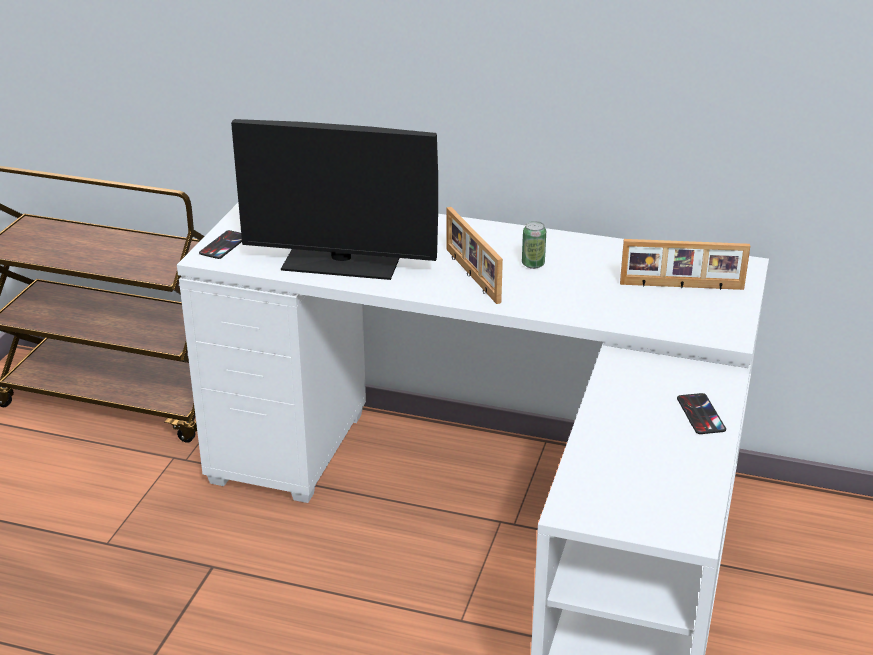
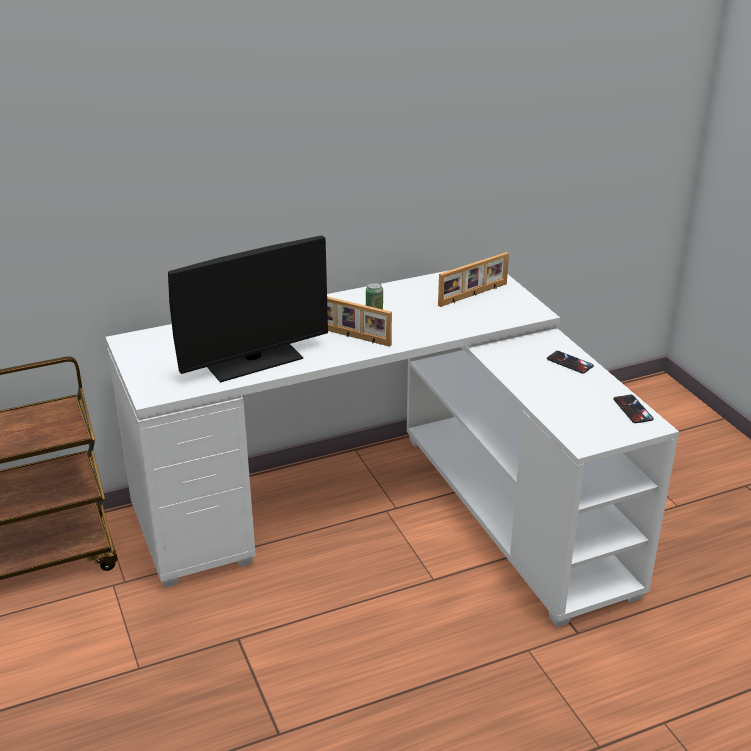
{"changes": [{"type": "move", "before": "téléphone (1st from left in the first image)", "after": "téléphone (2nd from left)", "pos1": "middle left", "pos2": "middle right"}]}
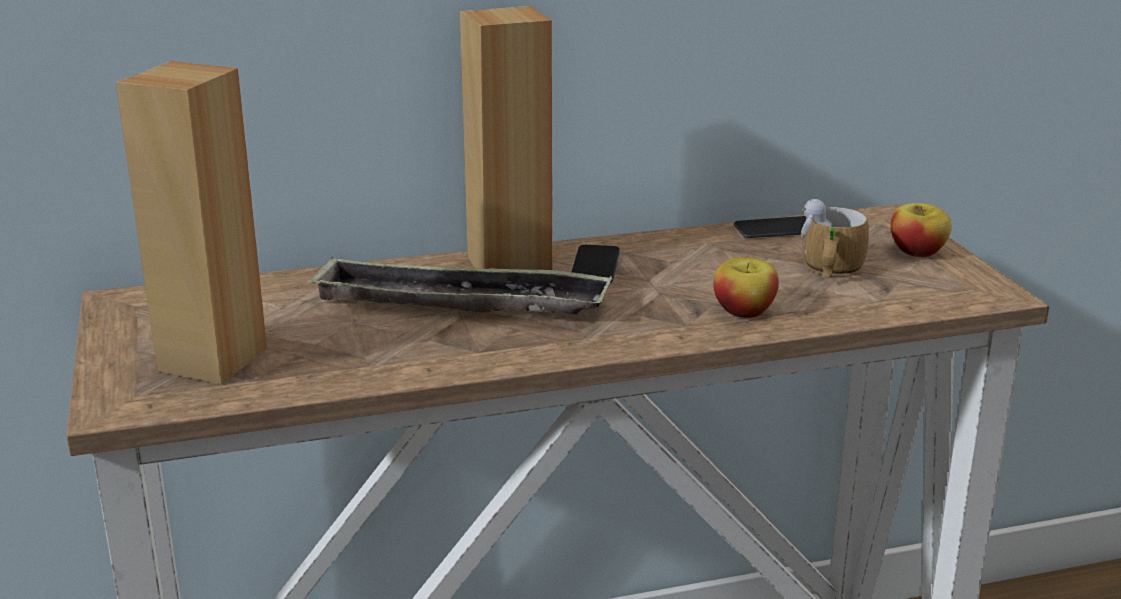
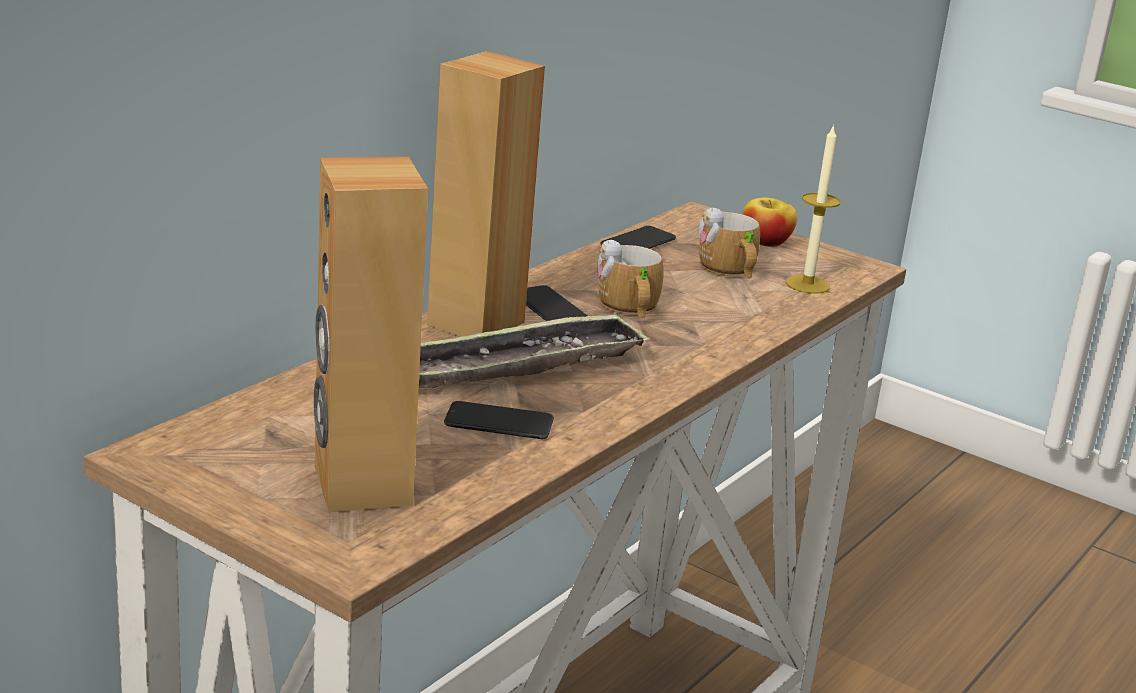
{"changes": [{"type": "delete", "before": "pomme (1st from left)", "pos1": "centre"}, {"type": "insert", "after": "téléphone (1st from left)", "pos2": "centre"}, {"type": "insert", "after": "mug (1st from left)", "pos2": "centre"}, {"type": "insert", "after": "bougie", "pos2": "top right"}]}
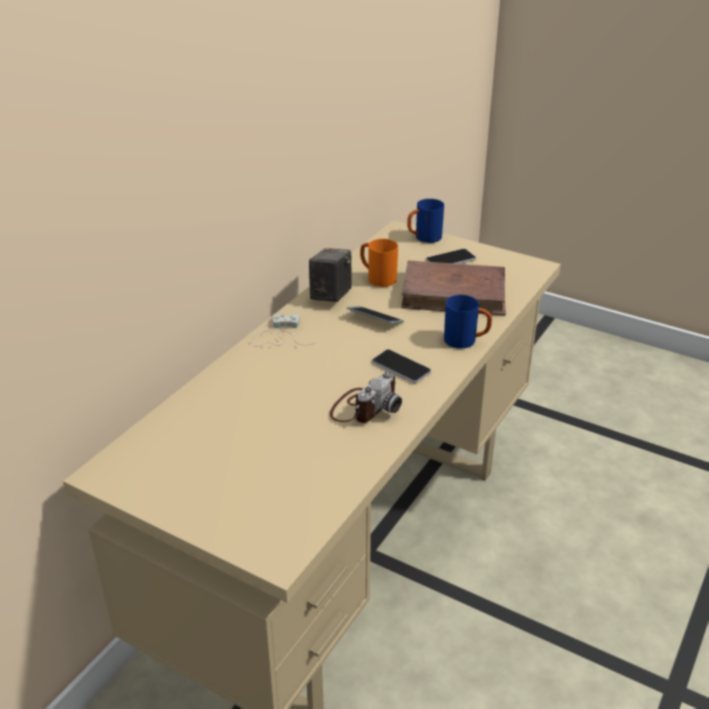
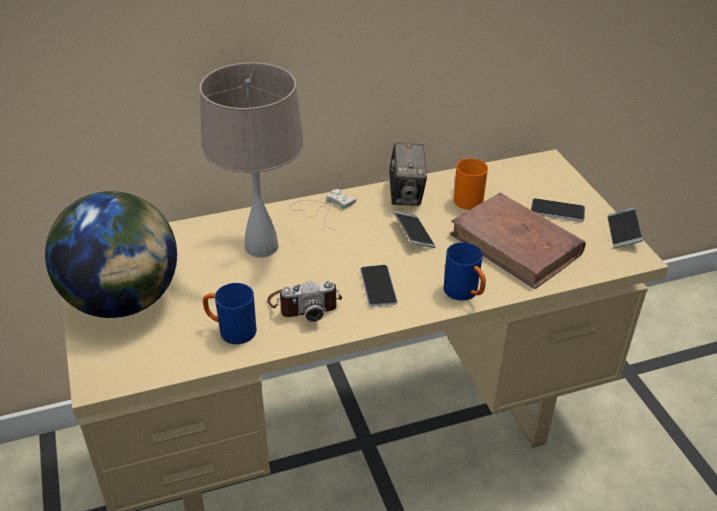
{"changes": [{"type": "rotate", "before": "appareil photo (1st from left in the first image)", "pos1": "centre", "pos2": "centre", "turn": 120}, {"type": "move", "before": "mug (bleu) (1st from left)", "pos1": "top centre", "pos2": "middle left"}, {"type": "insert", "after": "globe", "pos2": "middle left"}, {"type": "insert", "after": "lampe de table (beige)", "pos2": "top centre"}, {"type": "insert", "after": "téléphone (4th from left)", "pos2": "middle right"}]}
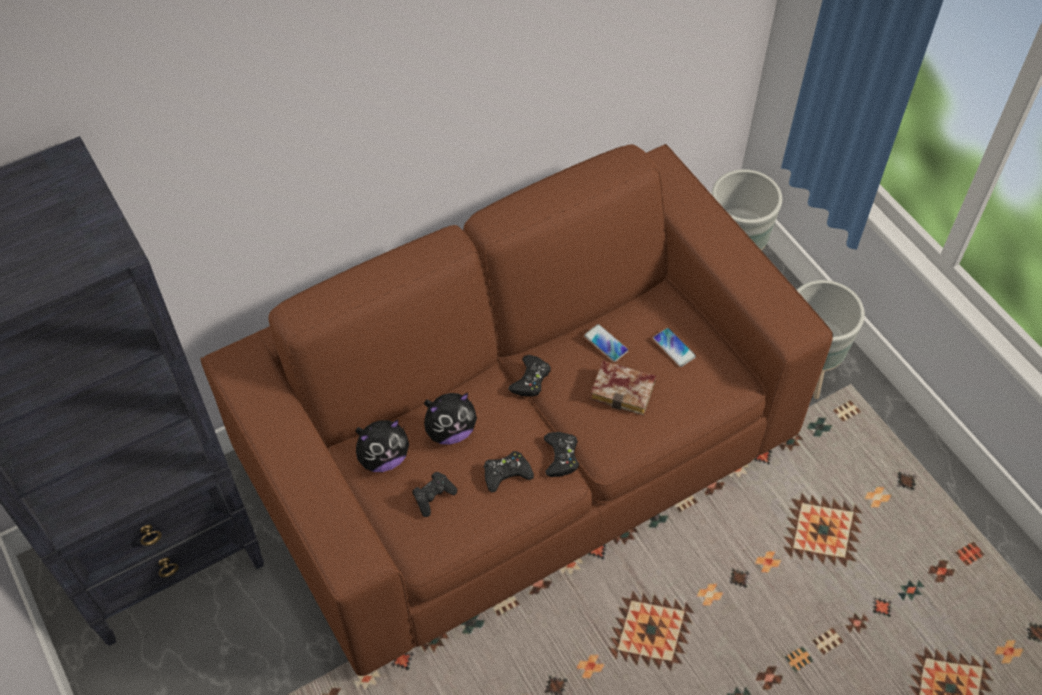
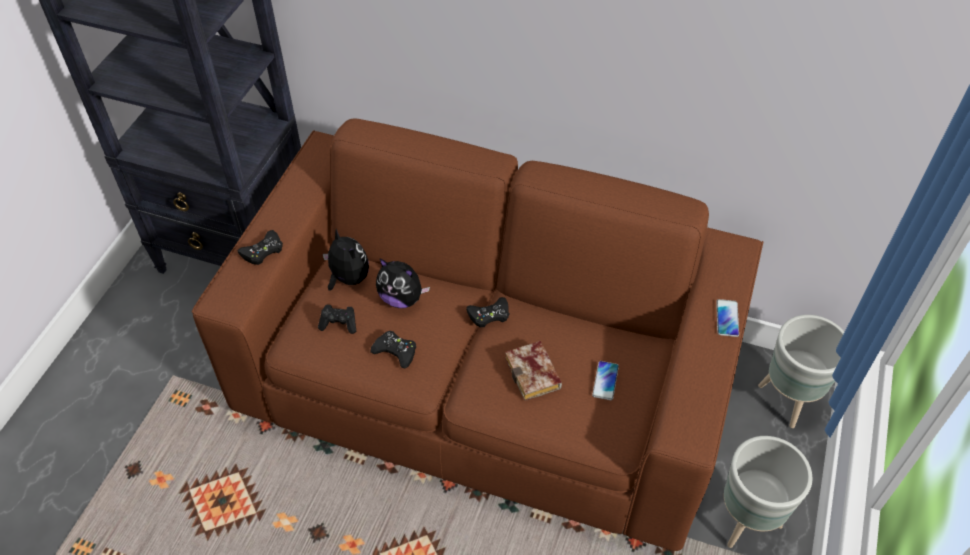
{"changes": [{"type": "rotate", "before": "peluche (1st from left)", "pos1": "centre", "pos2": "centre", "turn": -150}, {"type": "move", "before": "manette (noir) (4th from left in the first image)", "after": "manette (noir) (1st from left)", "pos1": "centre", "pos2": "middle left"}, {"type": "move", "before": "téléphone (1st from left in the first image)", "after": "téléphone (2nd from left)", "pos1": "centre", "pos2": "middle right"}]}
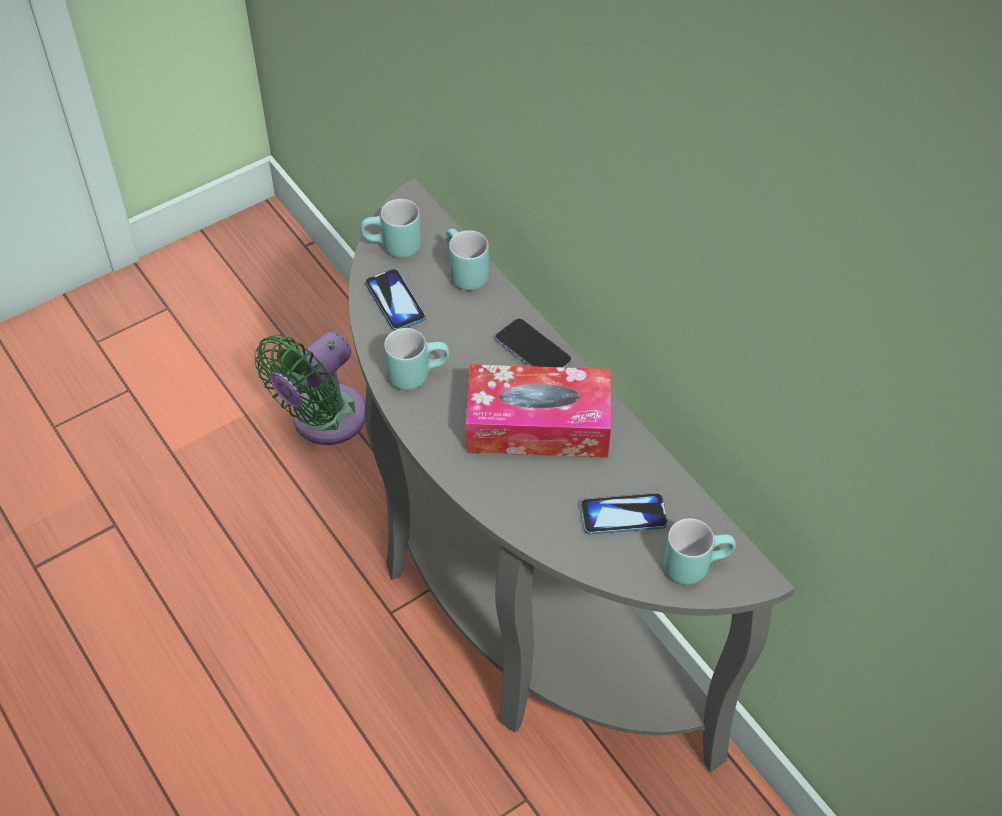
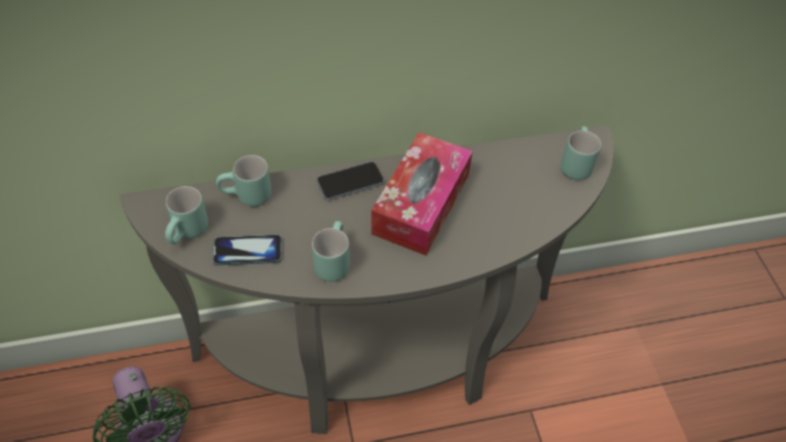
{"changes": [{"type": "delete", "before": "téléphone (3rd from left)", "pos1": "centre"}]}
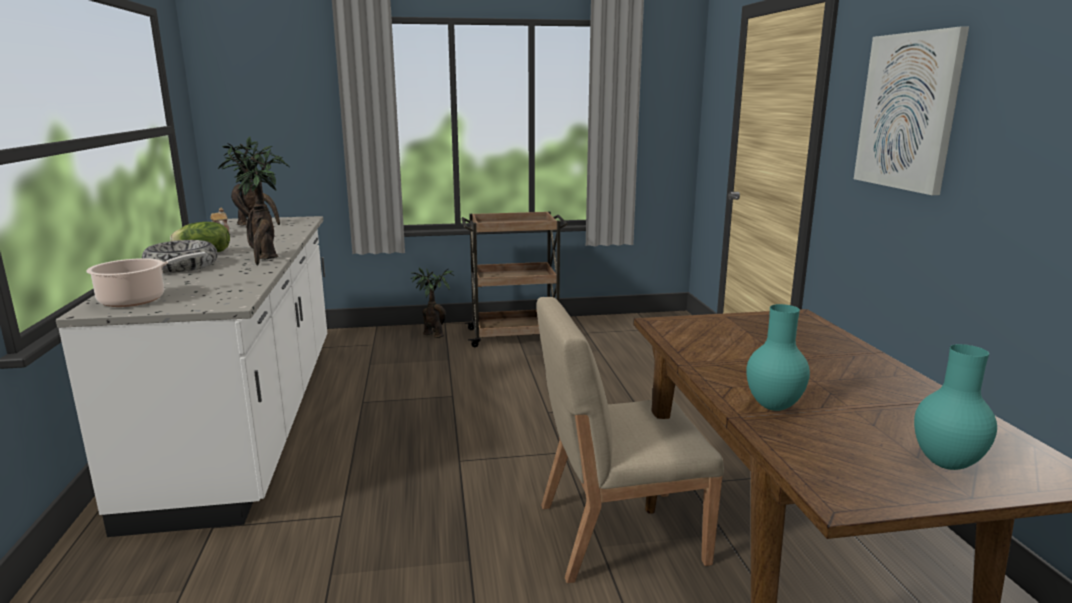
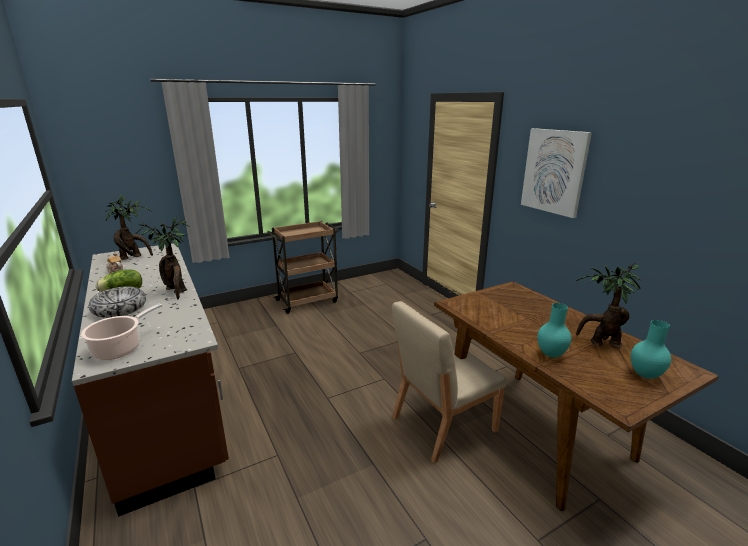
{"changes": [{"type": "recolor", "before": "comptoir de cuisine (blanc)", "after": "comptoir de cuisine (marron)", "pos1": "middle left", "pos2": "bottom left"}, {"type": "move", "before": "plante en pot (3rd from left)", "pos1": "centre", "pos2": "middle right"}]}
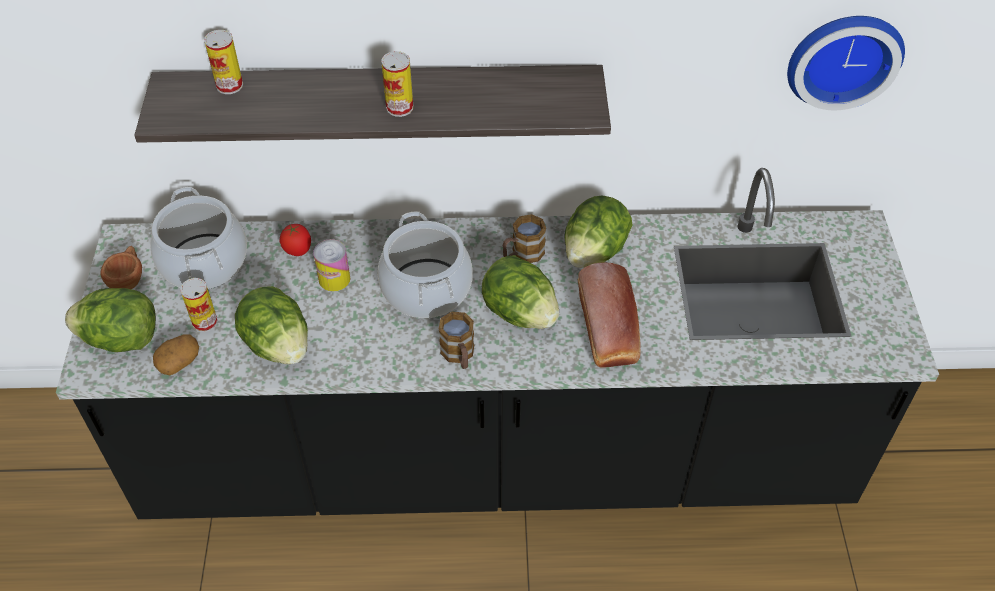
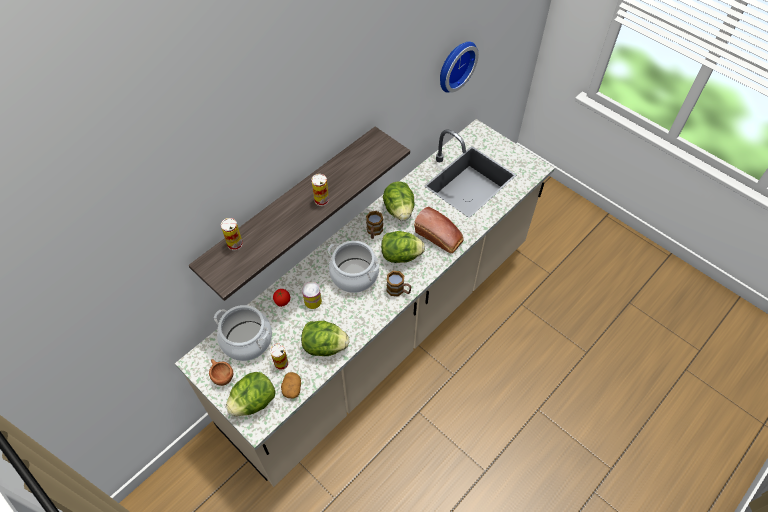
{"changes": [{"type": "recolor", "before": "comptoir de cuisine (noir)", "after": "comptoir de cuisine (beige)", "pos1": "centre", "pos2": "centre"}]}
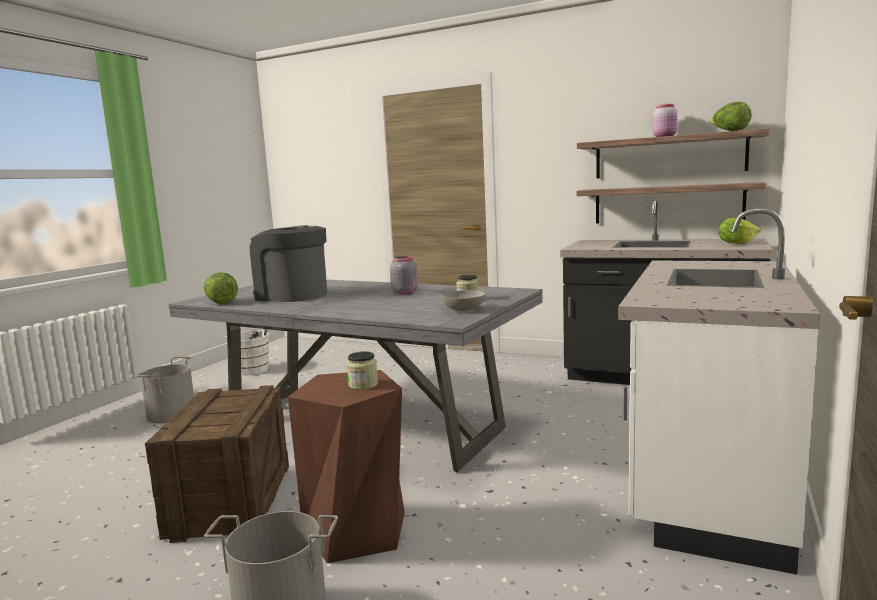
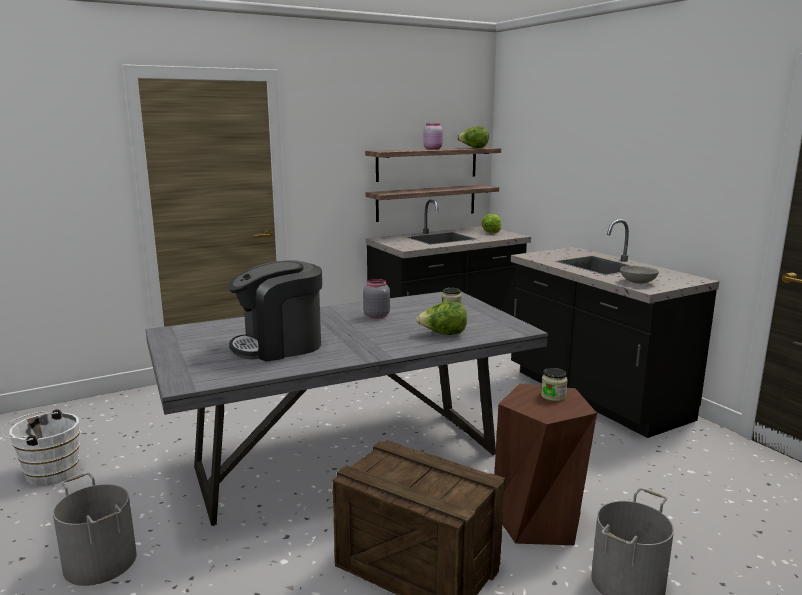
{"changes": [{"type": "move", "before": "laitue (1st from left)", "pos1": "middle left", "pos2": "centre"}, {"type": "move", "before": "bol (gris)", "pos1": "centre", "pos2": "middle right"}, {"type": "recolor", "before": "comptoir de cuisine (blanc)", "after": "comptoir de cuisine (noir) (2nd from left)", "pos1": "middle right", "pos2": "middle right"}]}
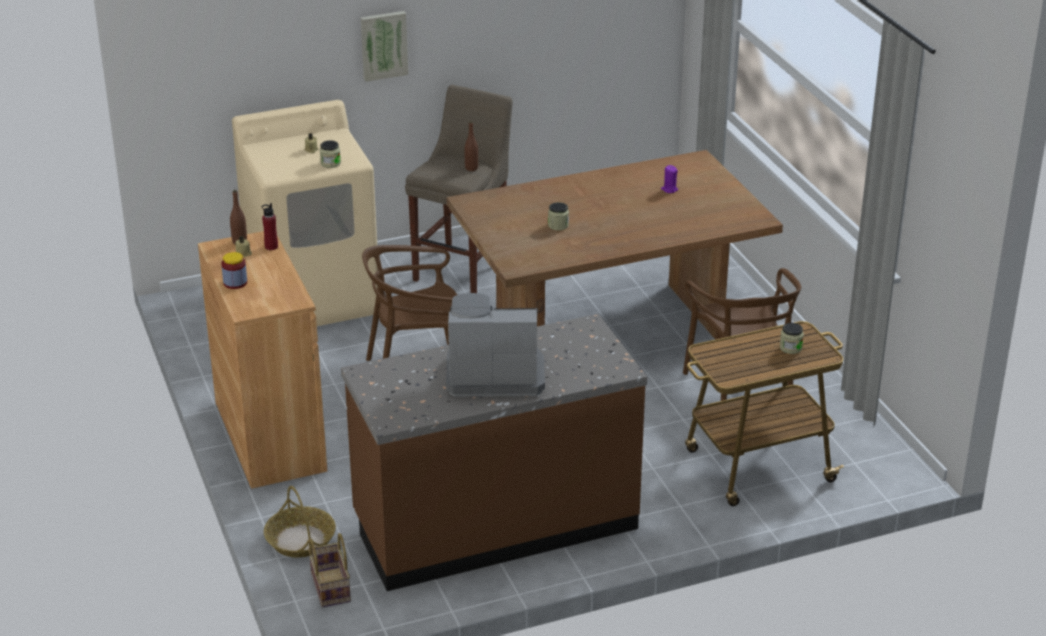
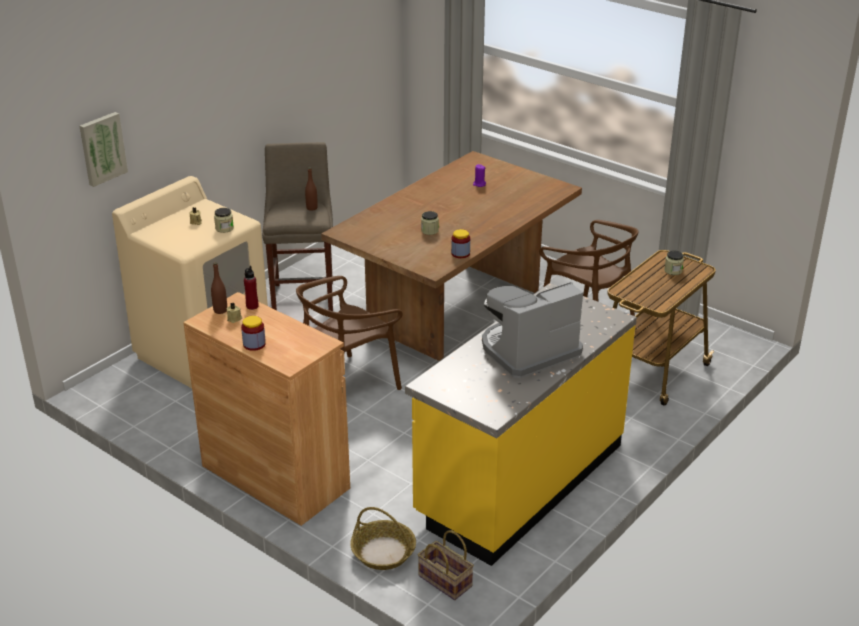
{"changes": [{"type": "recolor", "before": "comptoir de cuisine (marron)", "after": "comptoir de cuisine (jaune)", "pos1": "bottom centre", "pos2": "bottom centre"}, {"type": "move", "before": "tableau", "pos1": "top centre", "pos2": "top left"}, {"type": "insert", "after": "bocal (4th from left)", "pos2": "centre"}]}
